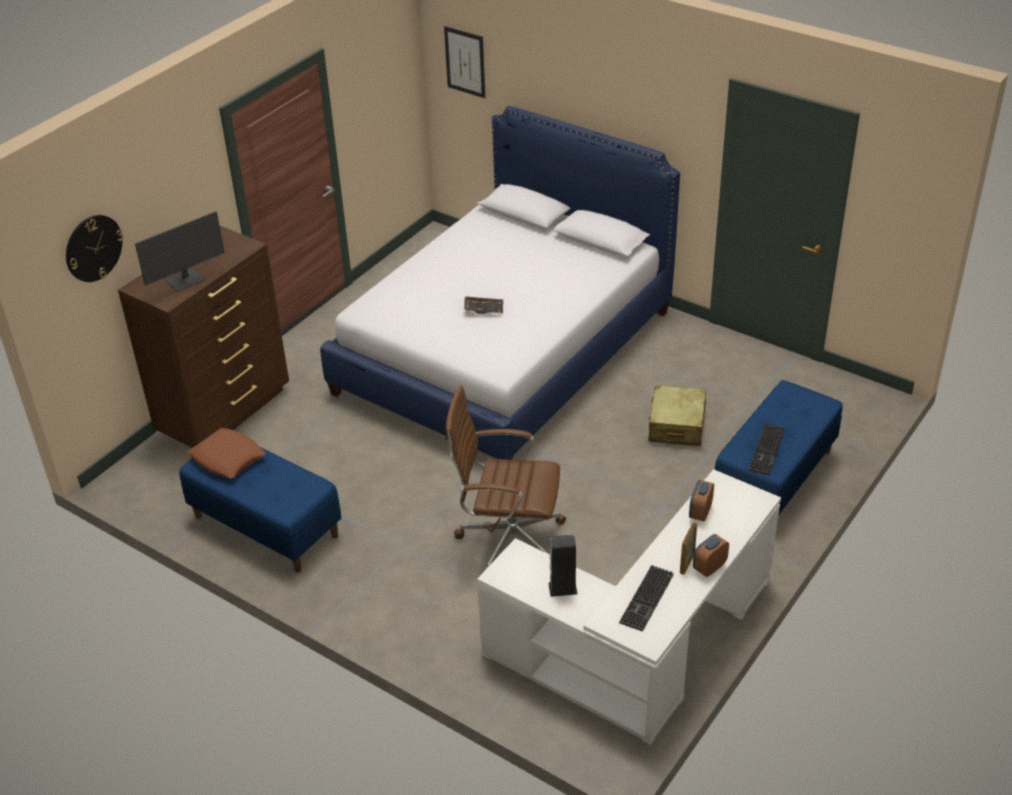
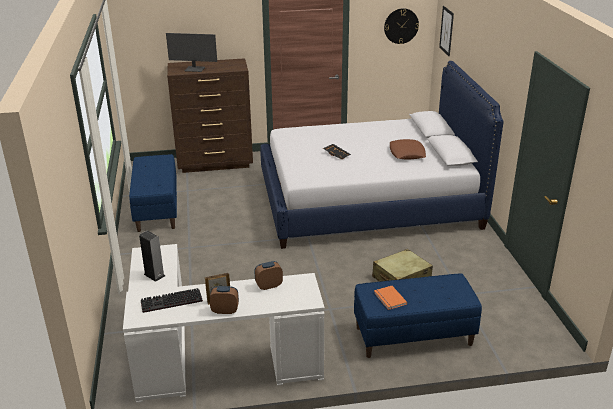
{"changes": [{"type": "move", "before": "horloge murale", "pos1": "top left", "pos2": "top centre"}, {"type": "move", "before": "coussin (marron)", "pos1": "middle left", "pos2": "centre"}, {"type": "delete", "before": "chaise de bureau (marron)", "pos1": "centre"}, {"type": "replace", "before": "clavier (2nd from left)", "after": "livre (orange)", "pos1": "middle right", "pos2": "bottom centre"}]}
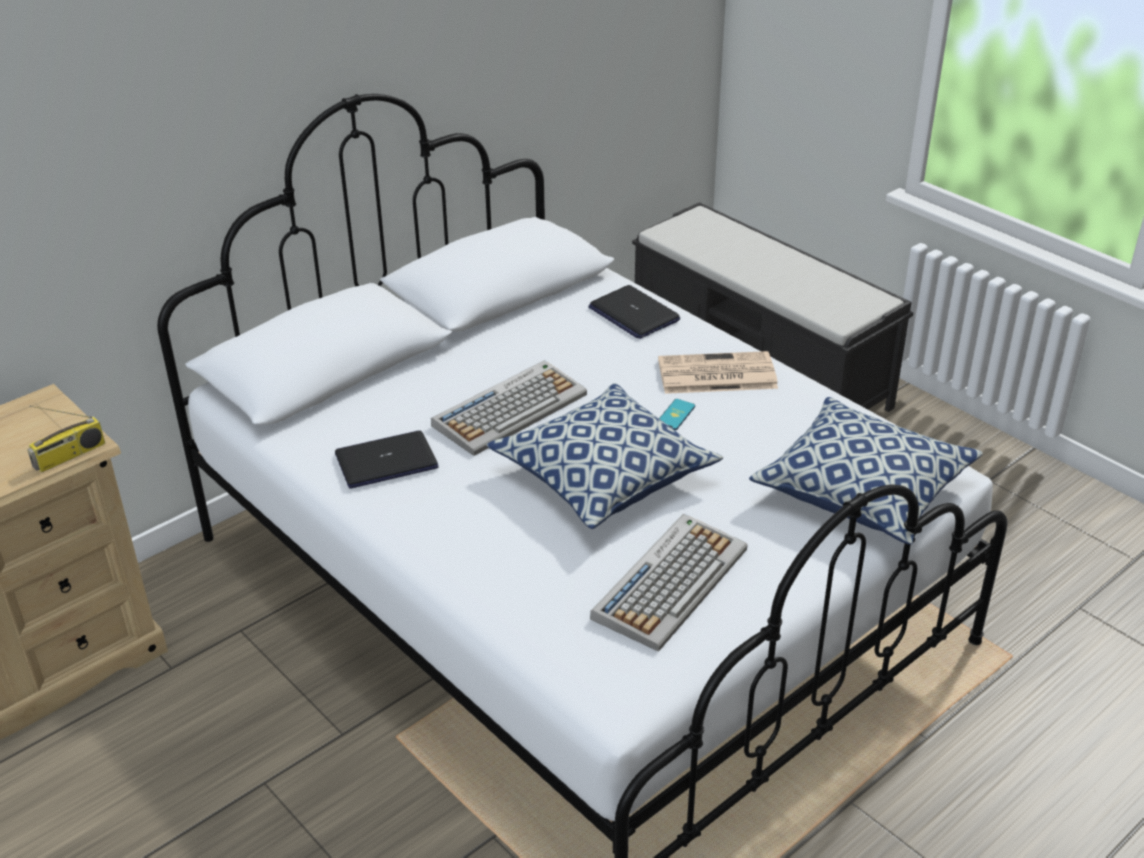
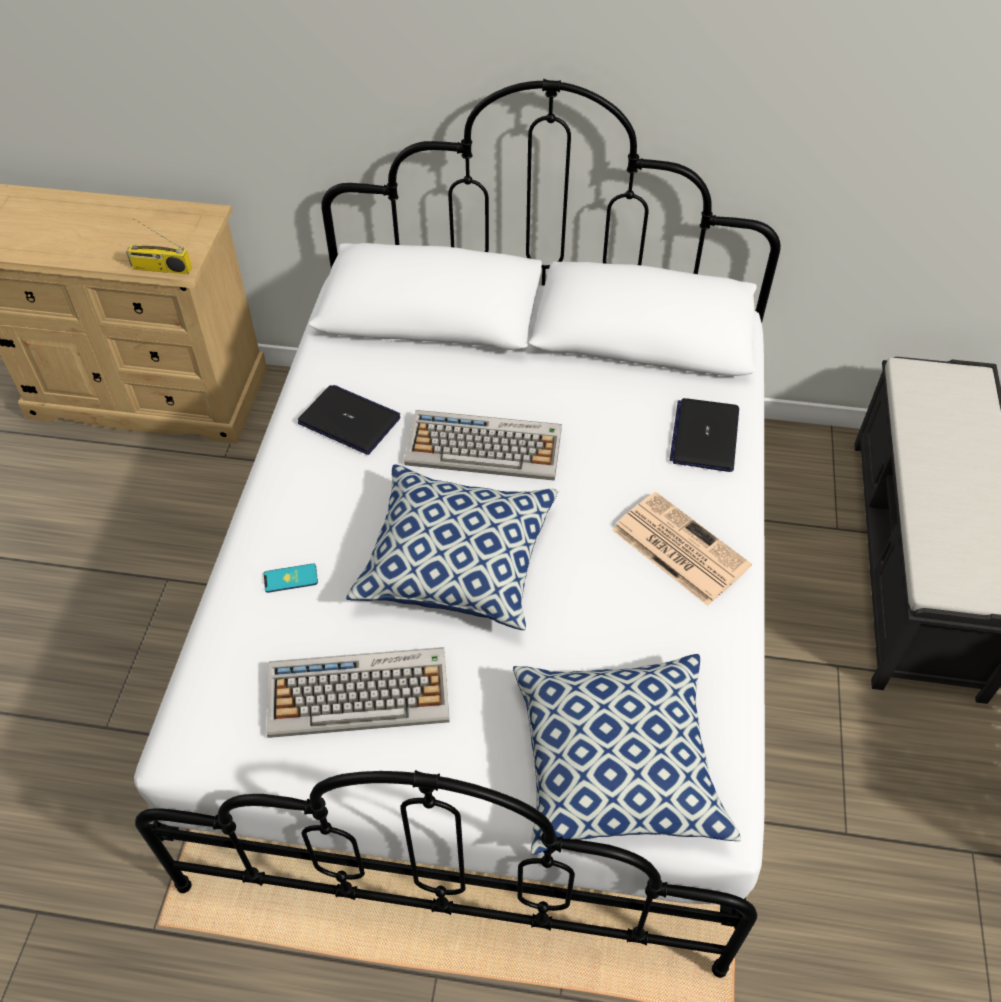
{"changes": [{"type": "move", "before": "téléphone", "pos1": "centre", "pos2": "middle left"}]}
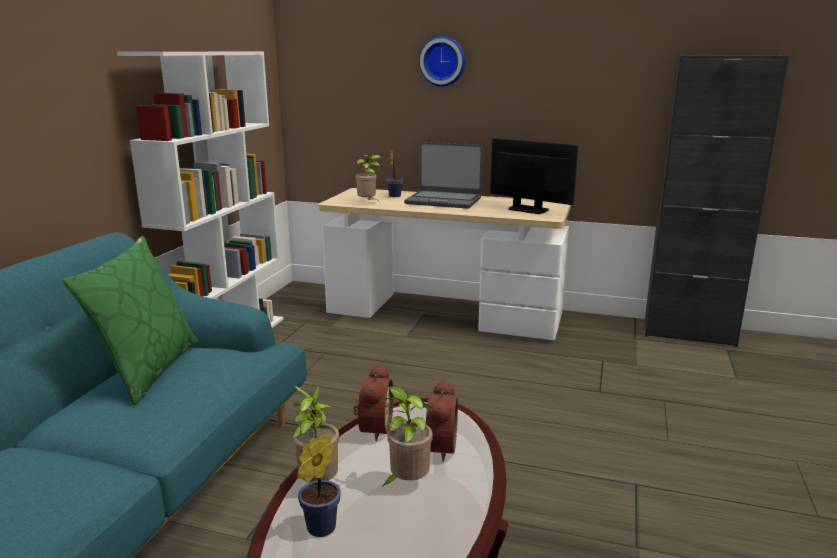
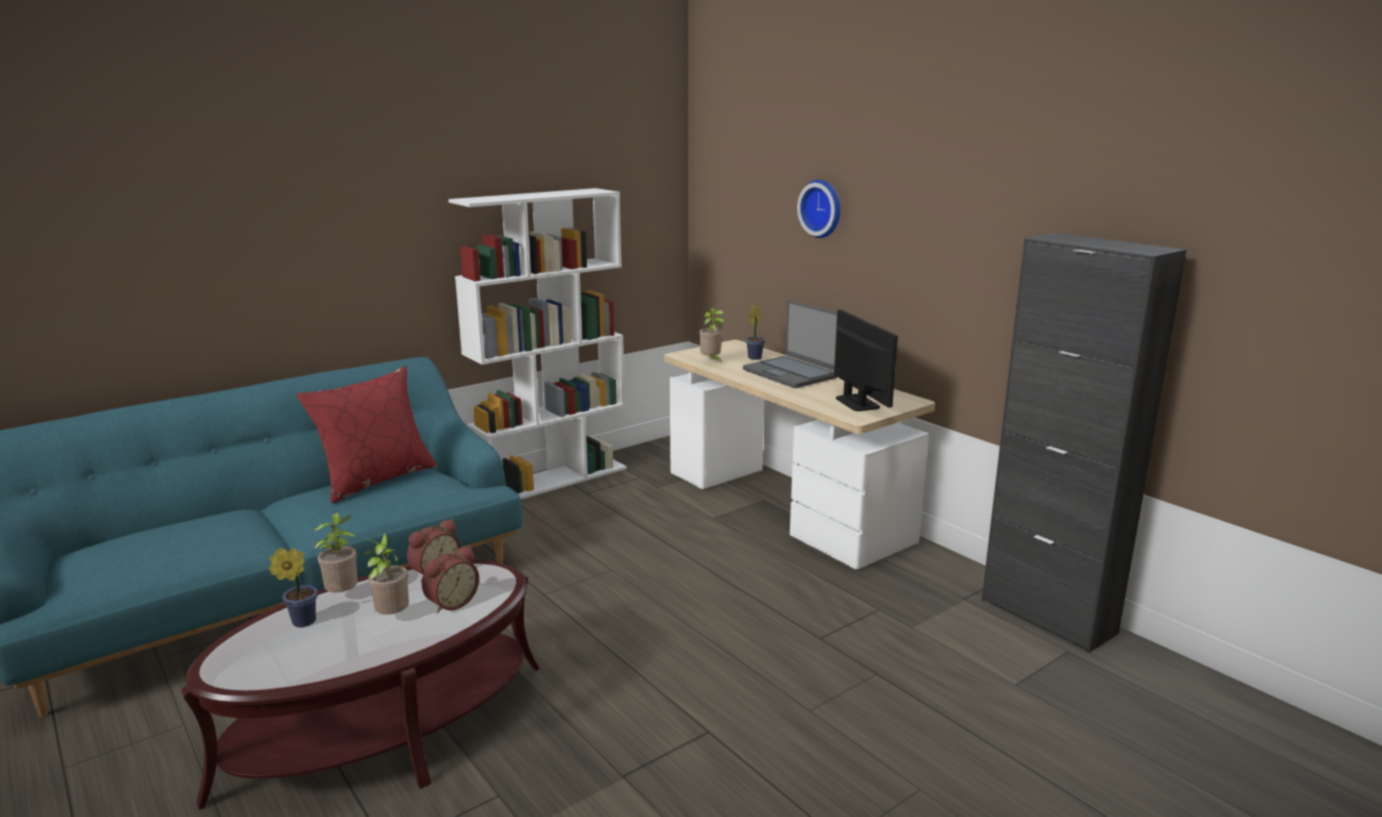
{"changes": [{"type": "recolor", "before": "coussin (vert)", "after": "coussin (rouge)", "pos1": "middle left", "pos2": "middle left"}]}
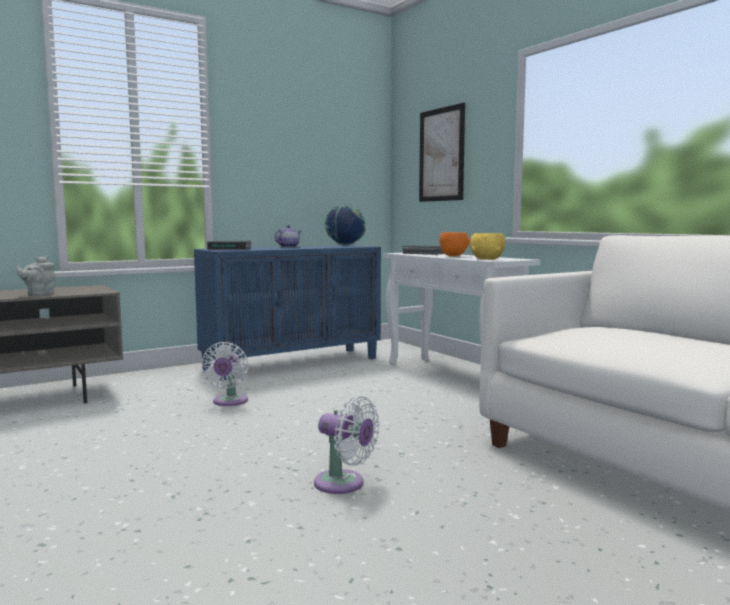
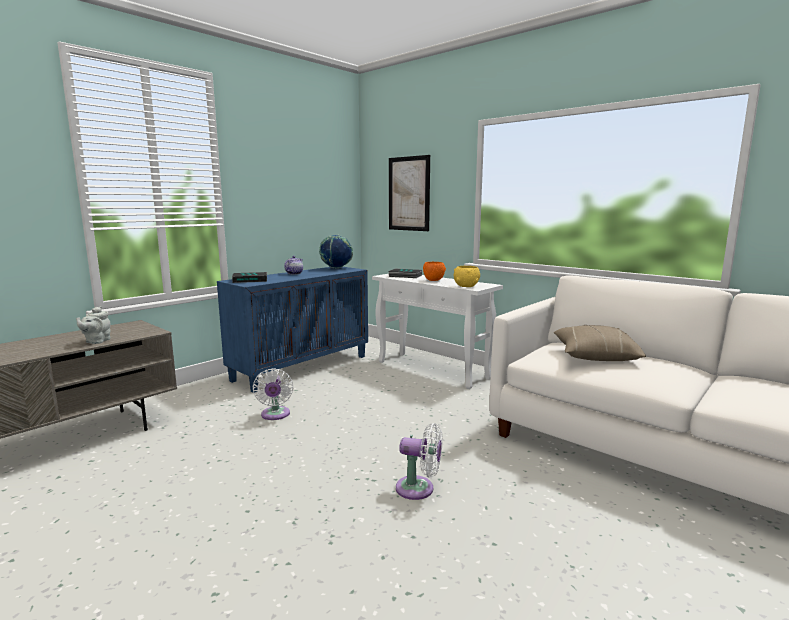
{"changes": [{"type": "insert", "after": "coussin (beige)", "pos2": "middle right"}]}
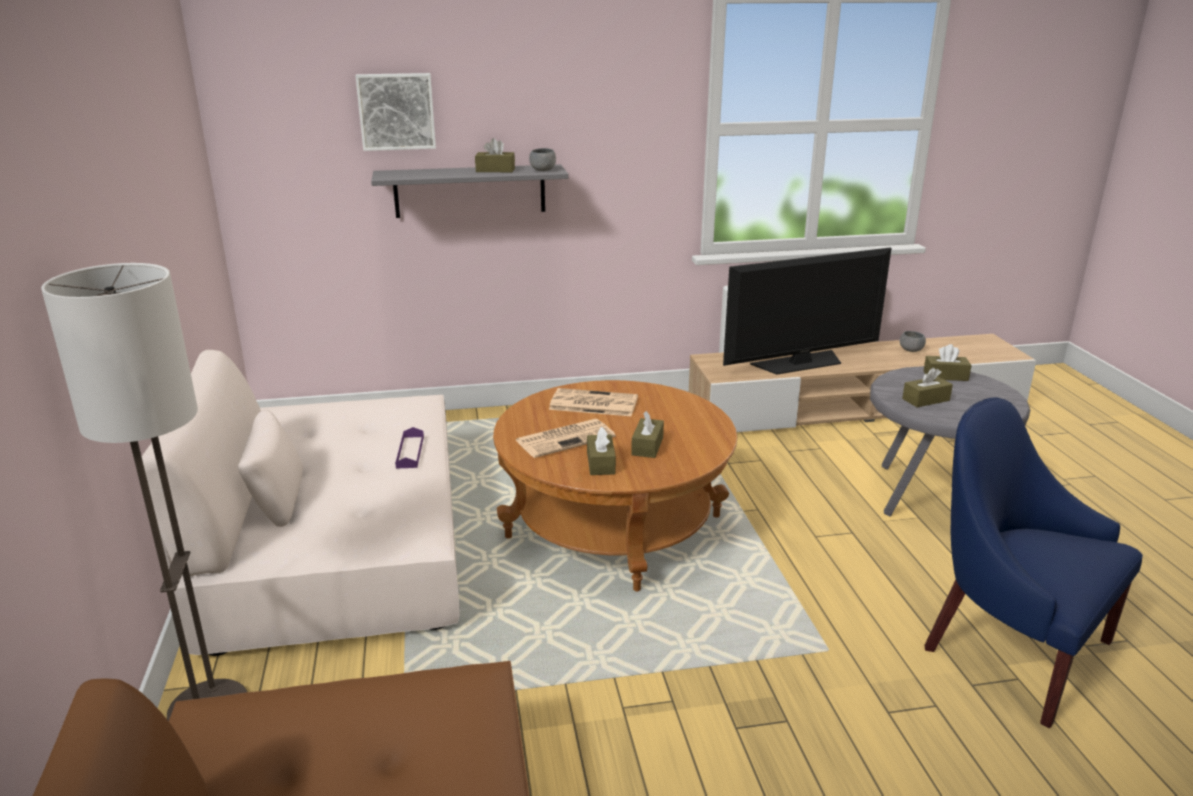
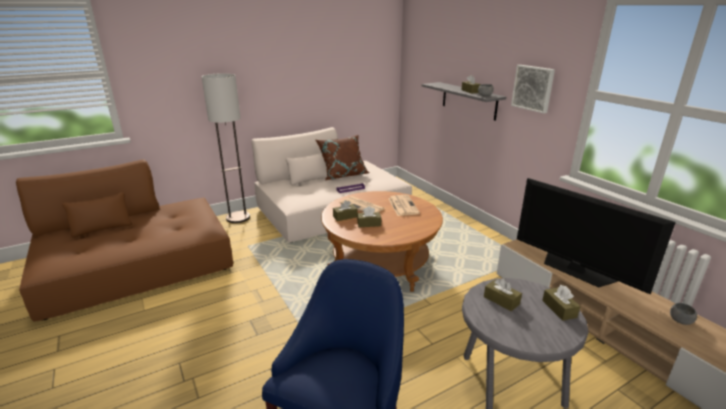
{"changes": [{"type": "move", "before": "tableau", "pos1": "top left", "pos2": "top right"}, {"type": "insert", "after": "coussin (marron)", "pos2": "centre"}]}
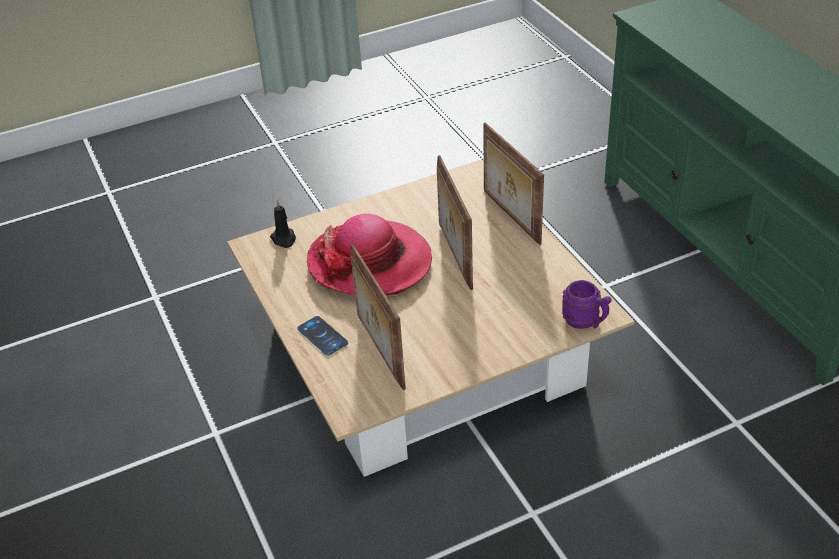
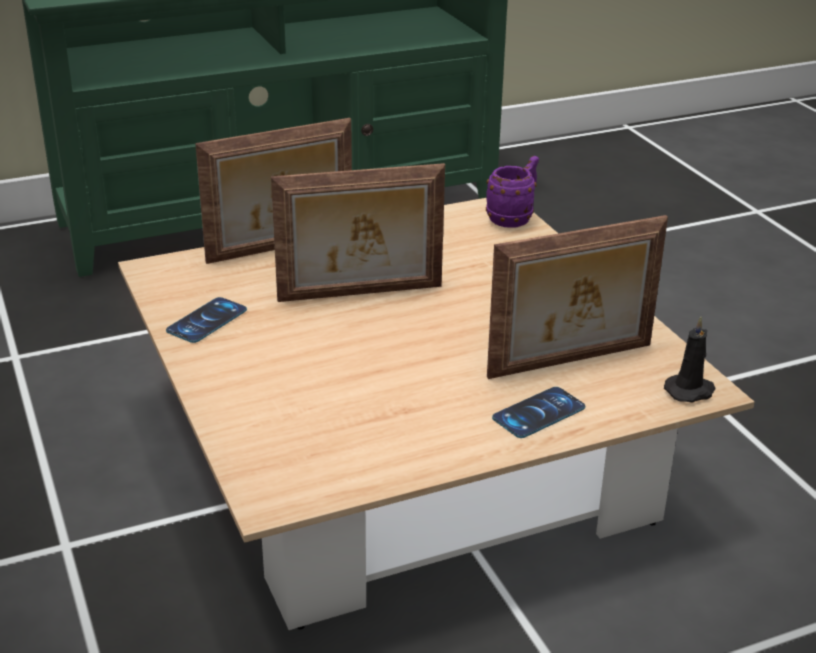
{"changes": [{"type": "move", "before": "bougie (noir)", "pos1": "centre", "pos2": "middle right"}, {"type": "delete", "before": "chapeau", "pos1": "centre"}, {"type": "insert", "after": "téléphone (1st from left)", "pos2": "middle left"}]}
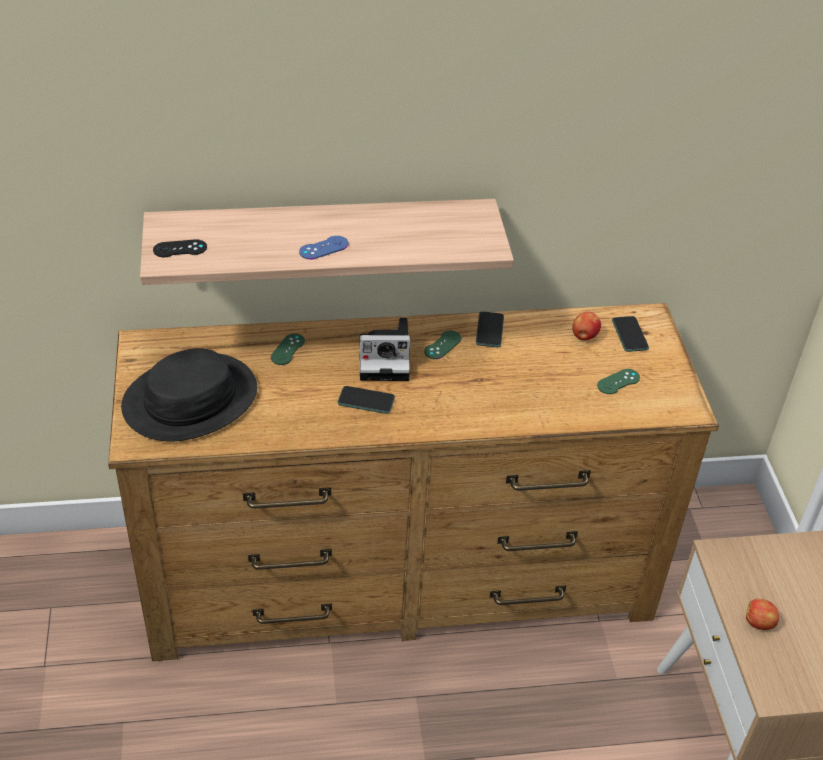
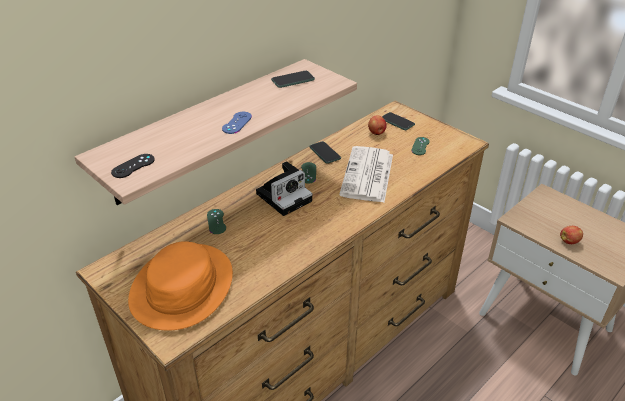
{"changes": [{"type": "recolor", "before": "chapeau (noir)", "after": "chapeau (orange)", "pos1": "middle left", "pos2": "bottom left"}, {"type": "move", "before": "téléphone (1st from left)", "pos1": "centre", "pos2": "top centre"}, {"type": "insert", "after": "journal", "pos2": "centre"}]}
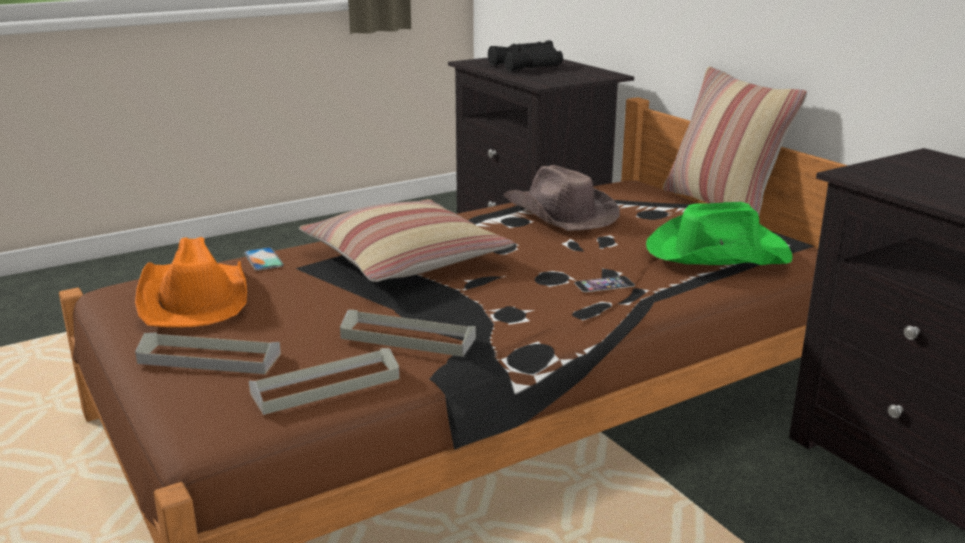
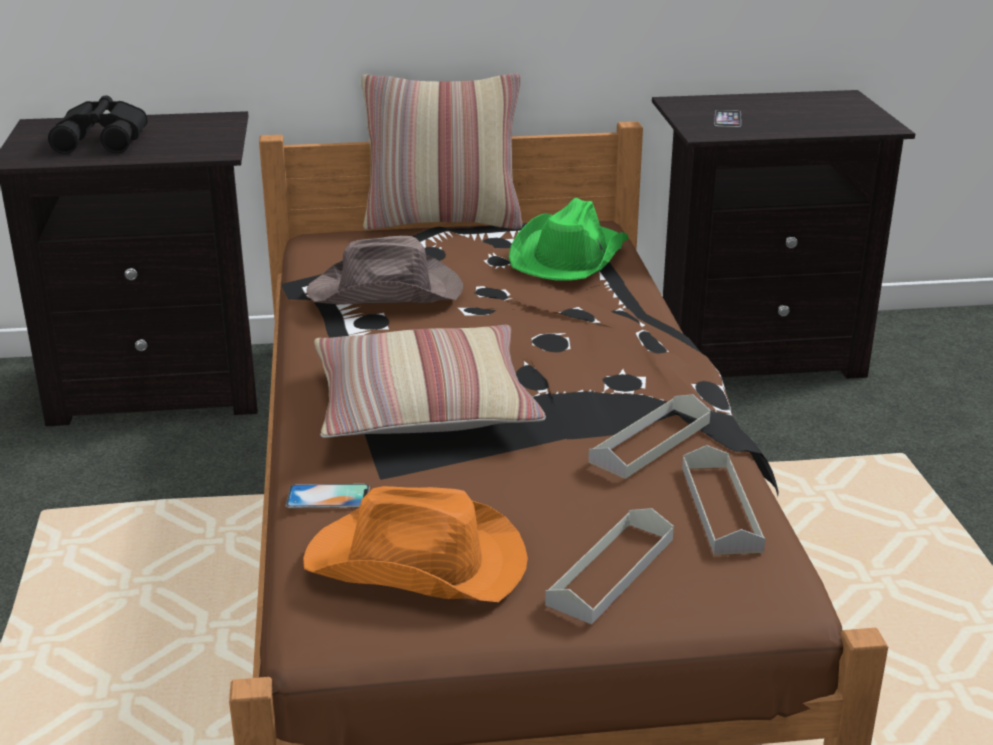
{"changes": [{"type": "move", "before": "téléphone (2nd from left)", "pos1": "centre", "pos2": "top right"}]}
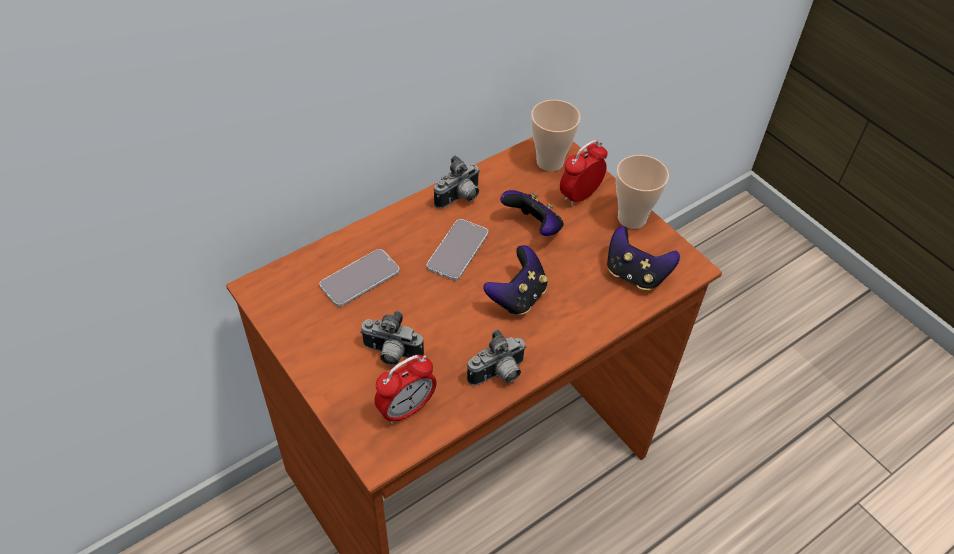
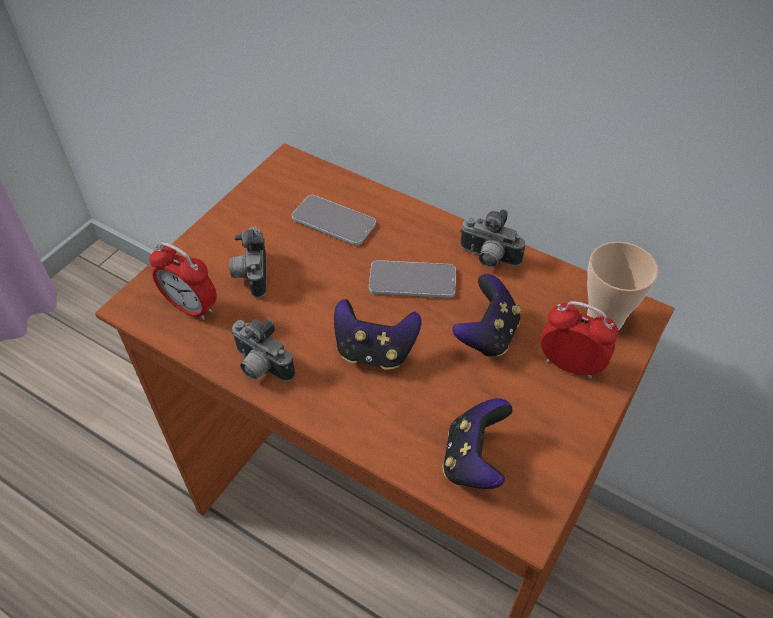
{"changes": [{"type": "delete", "before": "tasse (2nd from left)", "pos1": "middle right"}]}
